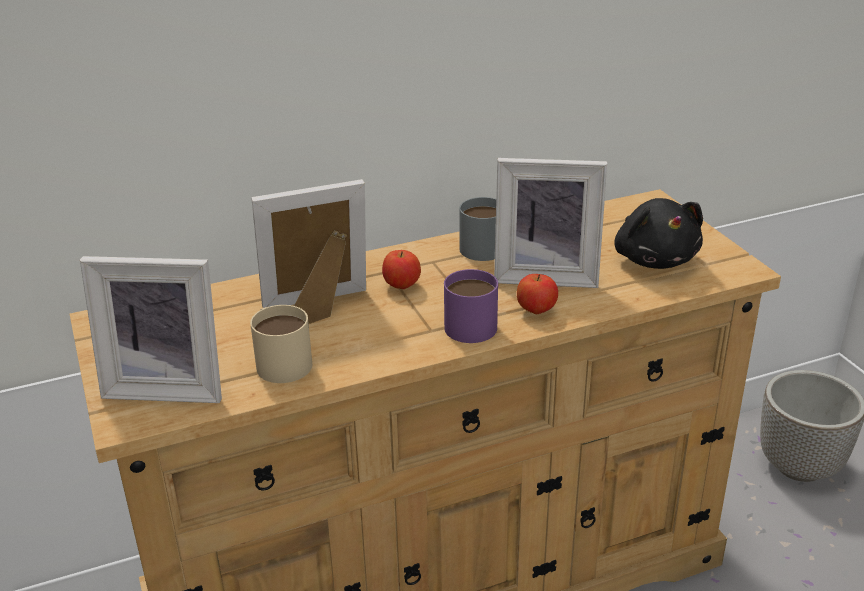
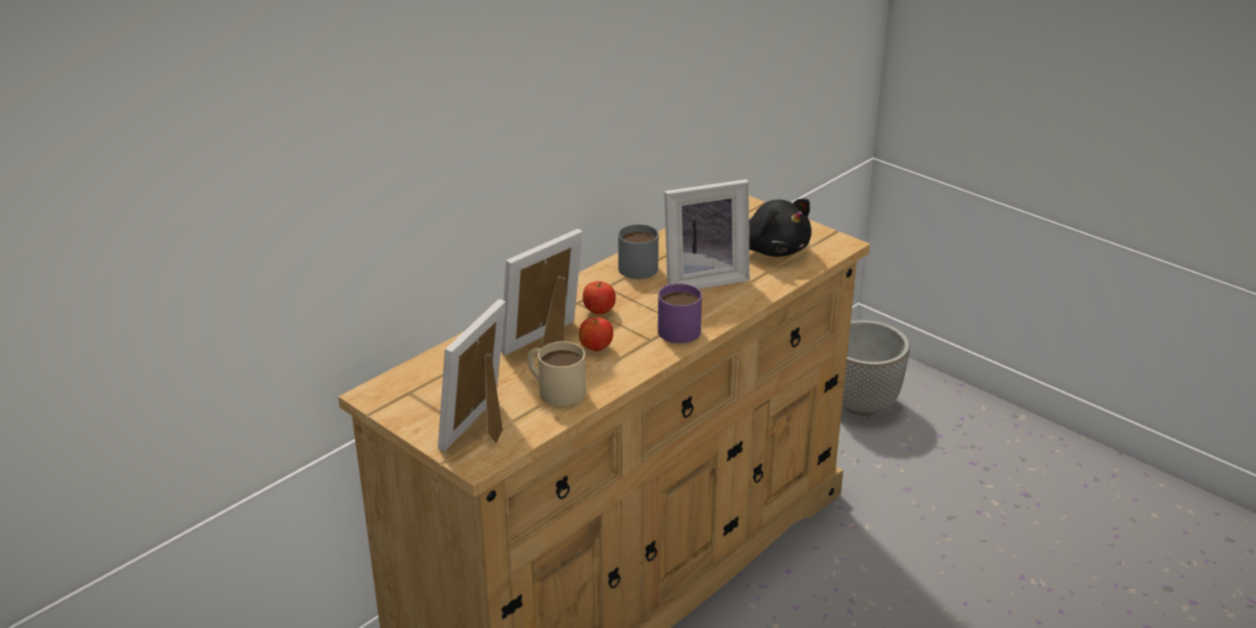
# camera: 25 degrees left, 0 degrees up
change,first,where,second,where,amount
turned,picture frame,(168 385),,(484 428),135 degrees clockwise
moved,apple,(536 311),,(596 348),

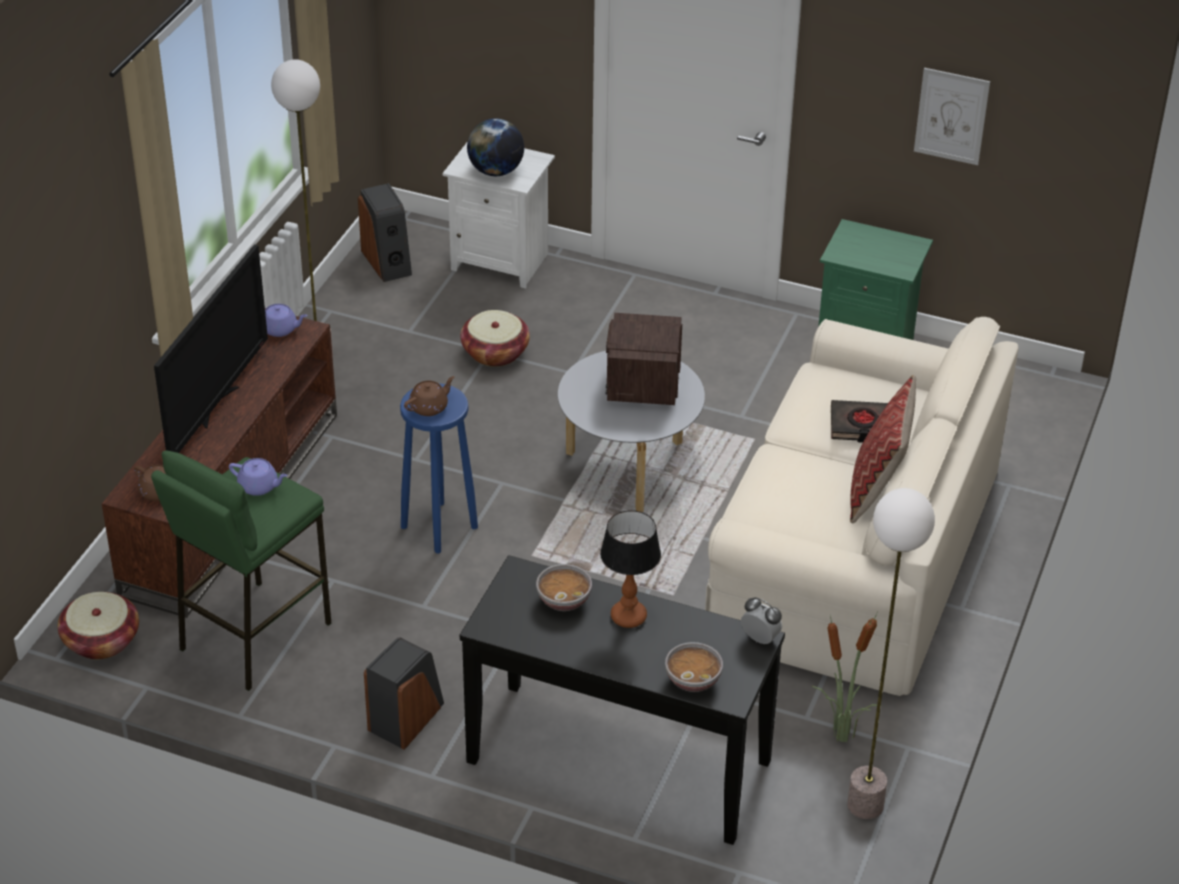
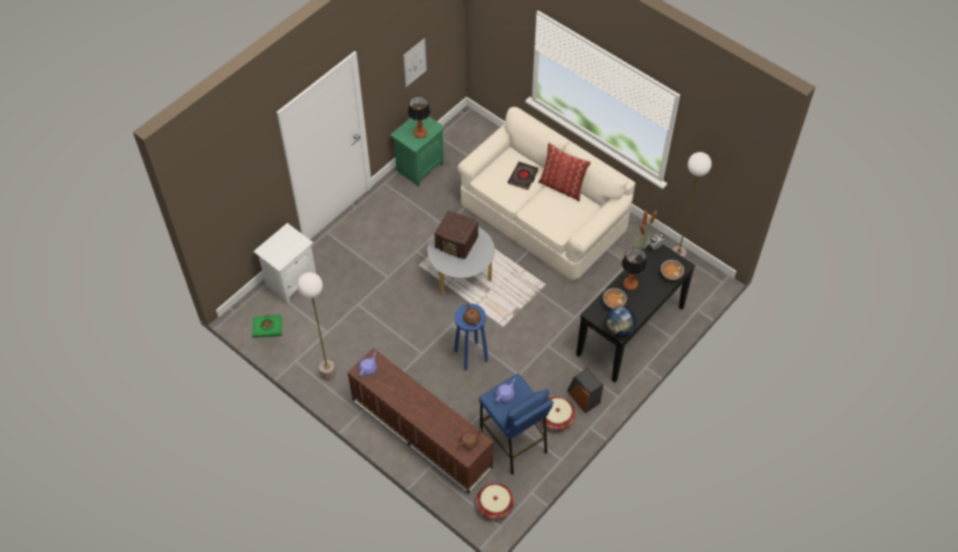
# camera: 70 degrees left, 15 degrees up
change,first,where,second,where,amount
moved,globe,(496 171),,(619 330),
replaced,speaker,(387 262),book/green,(267 327),
removed,television,(216 405),,,
moved,basket,(495 352),,(556 418),
recoloured,stool/green,(253 635),stool/blue,(513 443),
added,,,table lamp,(420 133),

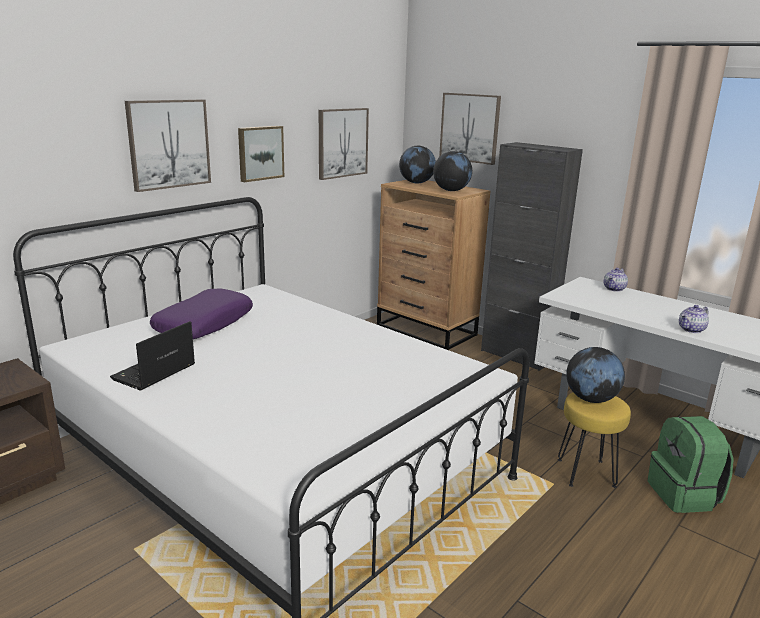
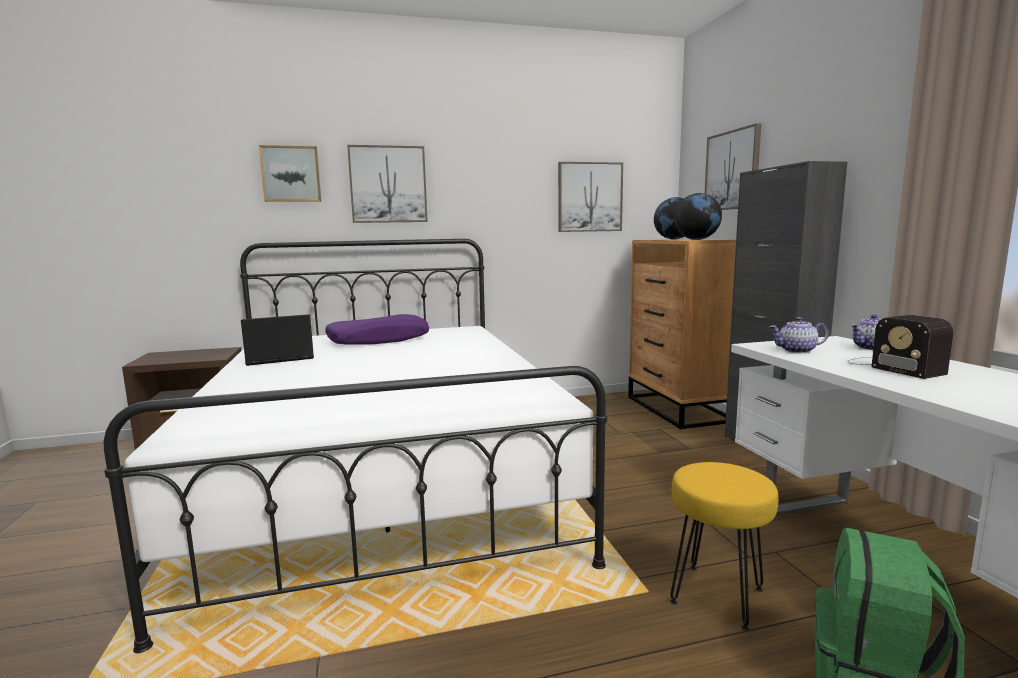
# camera: 35 degrees right, 10 degrees down
change,first,where,second,where,amount
moved,picture,(260 153),,(291 174),
moved,teapot,(691 330),,(797 351),
removed,globe,(591 399),,,
added,,,radio,(891 366),

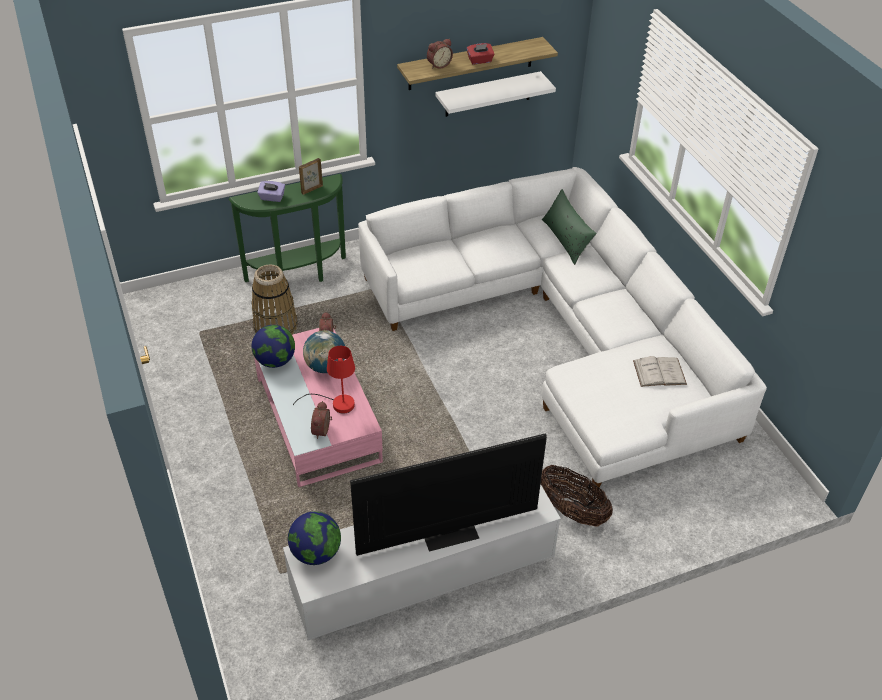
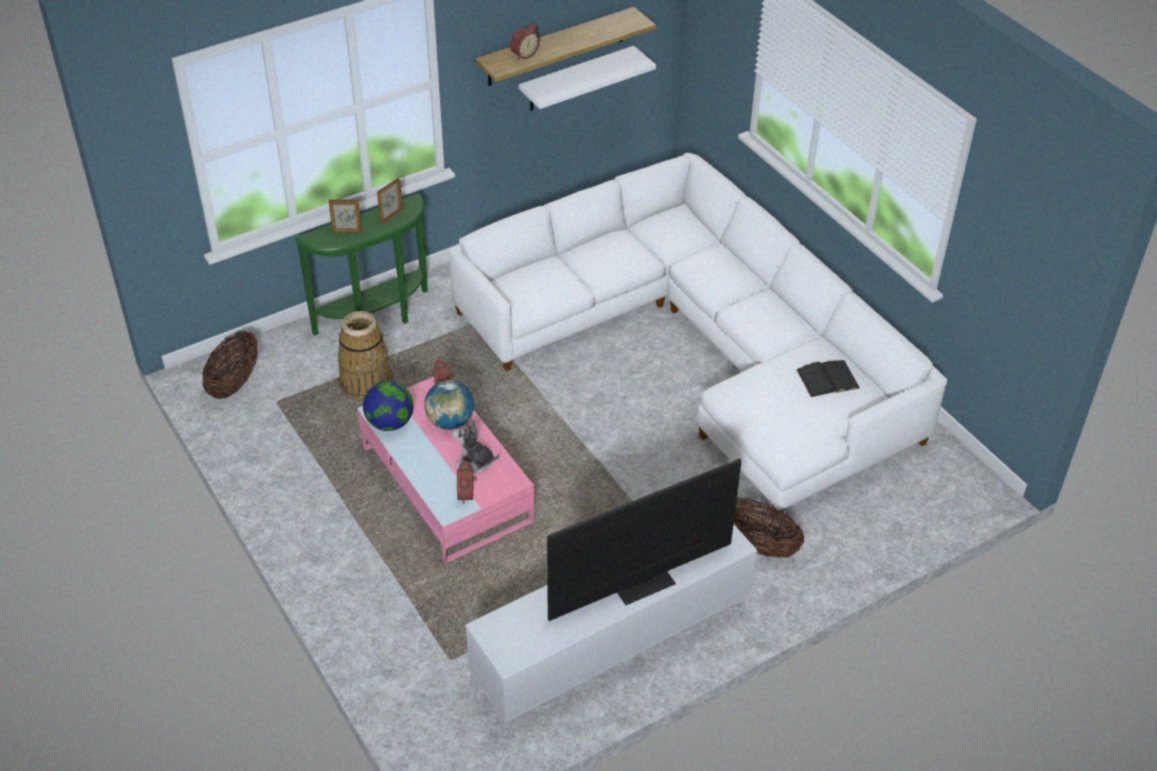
# camera: 10 degrees left, 0 degrees up
change,first,where,second,where,amount
removed,tissue box/red,(480 61),,,
replaced,tissue box/purple,(272 198),picture frame,(347 231),
removed,pillow/green,(566 239),,,
replaced,table lamp/red,(337 404),plush toy,(475 462),
recoloured,book/white,(659 372),book/black,(827 379),
removed,globe,(316 553),,,
added,,,basket,(234 383),

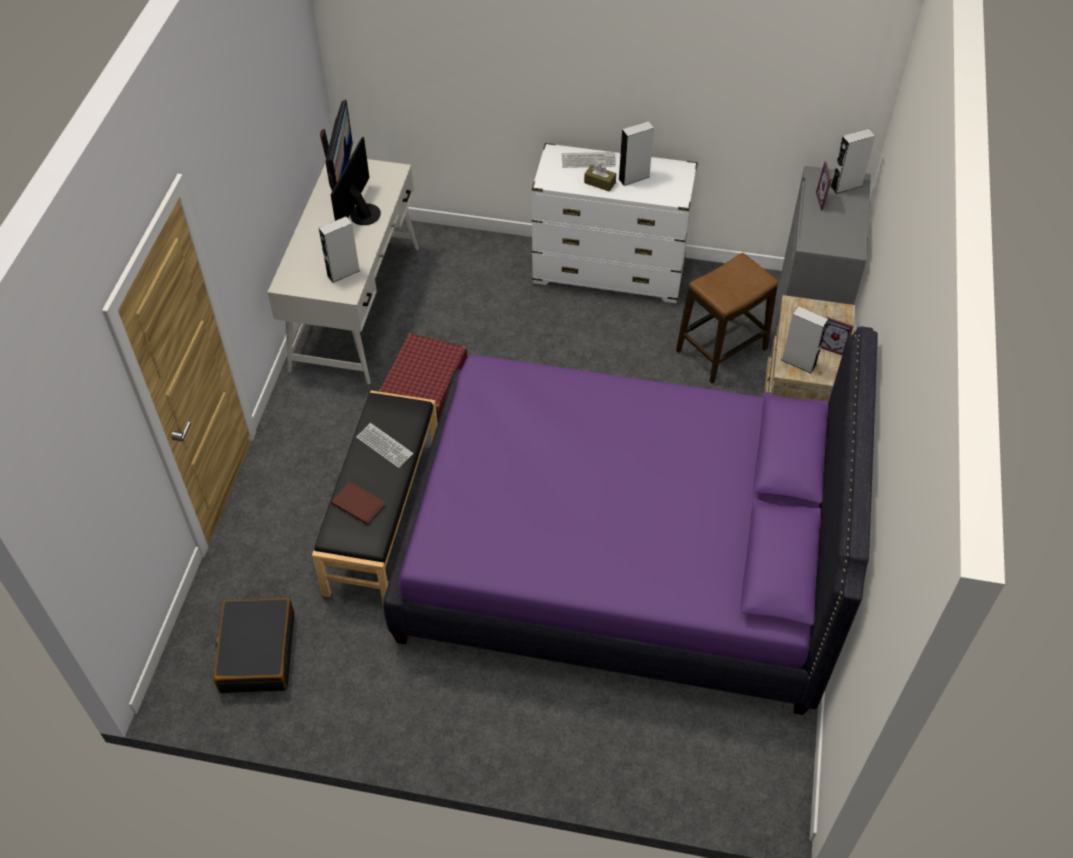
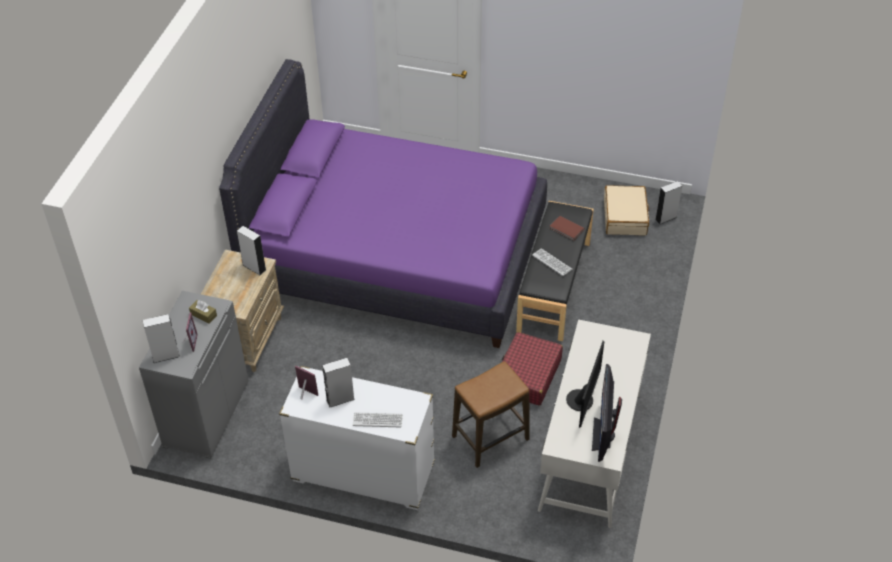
# camera: 175 degrees left, 5 degrees down
change,first,where,second,where,amount
moved,tissue box/brown,(599 183),,(203 315),
moved,speaker/grey,(343 273),,(666 218),
moved,stool,(721 350),,(490 438),
moved,picture frame,(833 346),,(305 395),
recoloured,suitcase/black,(257 652),suitcase/beige,(625 217),

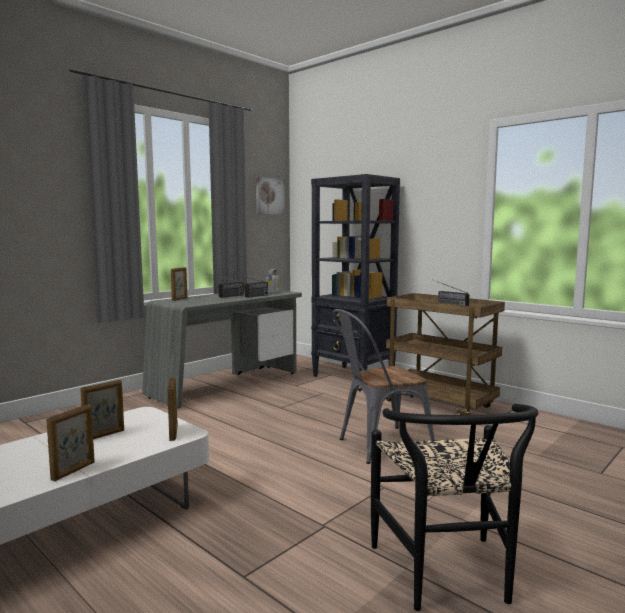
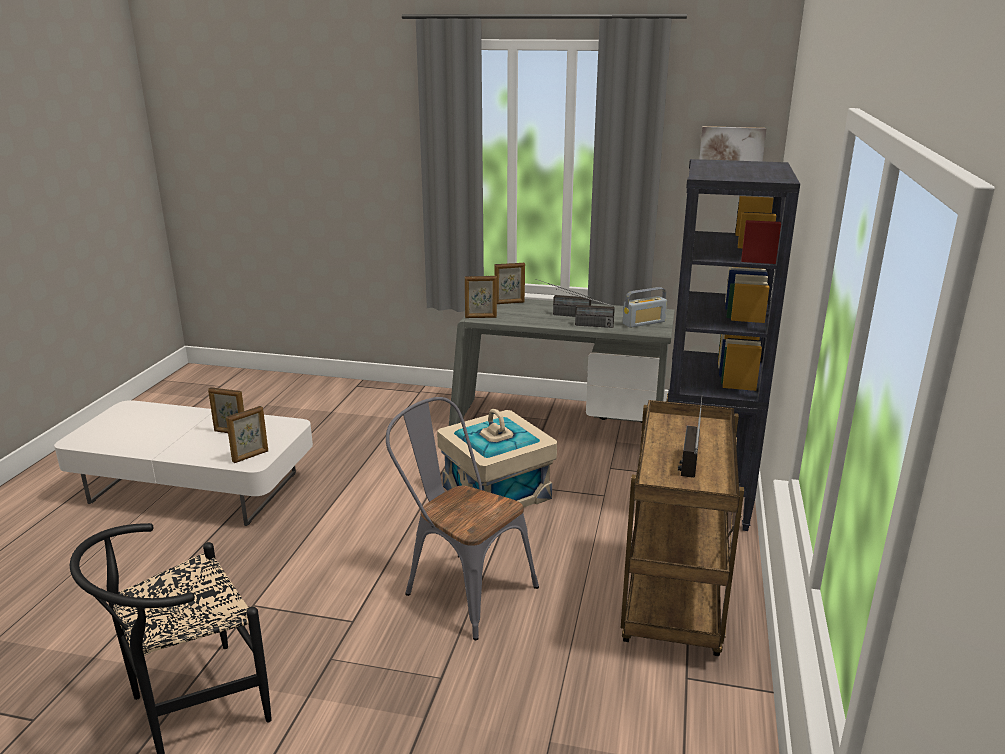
# camera: 60 degrees right, 15 degrees up
change,first,where,second,where,amount
moved,picture frame,(74 471),,(481 317),
added,,,storage box/beige,(497 492),

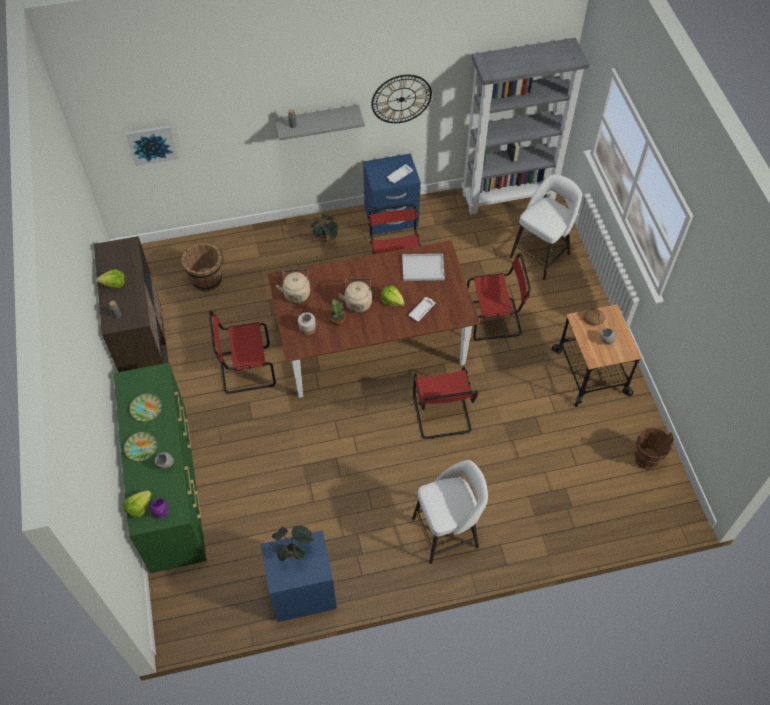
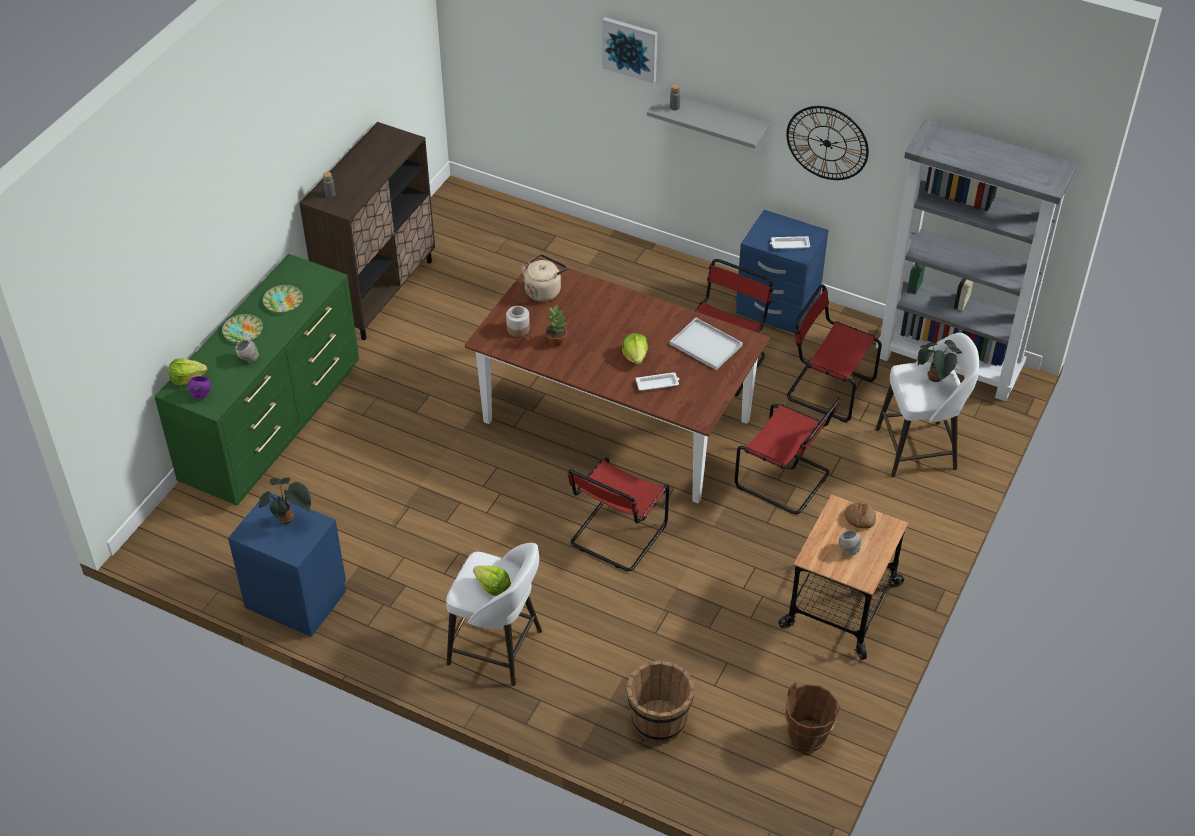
# camera: 40 degrees right, 10 degrees down
change,first,where,second,where,amount
moved,picture,(152 144),,(630 49),
moved,potted plant,(325 240),,(935 379),
moved,bucket/brown,(206 279),,(659 721),
moved,lettuce,(114 284),,(492 587),
removed,kettle/beige,(358 302),,,
moved,chair/red,(245 370),,(827 389),

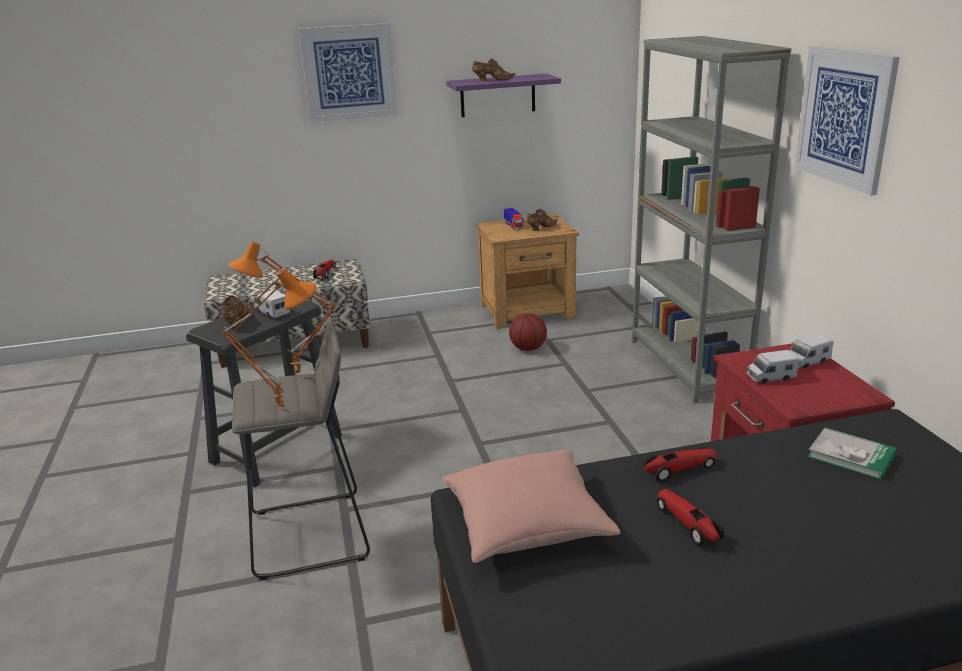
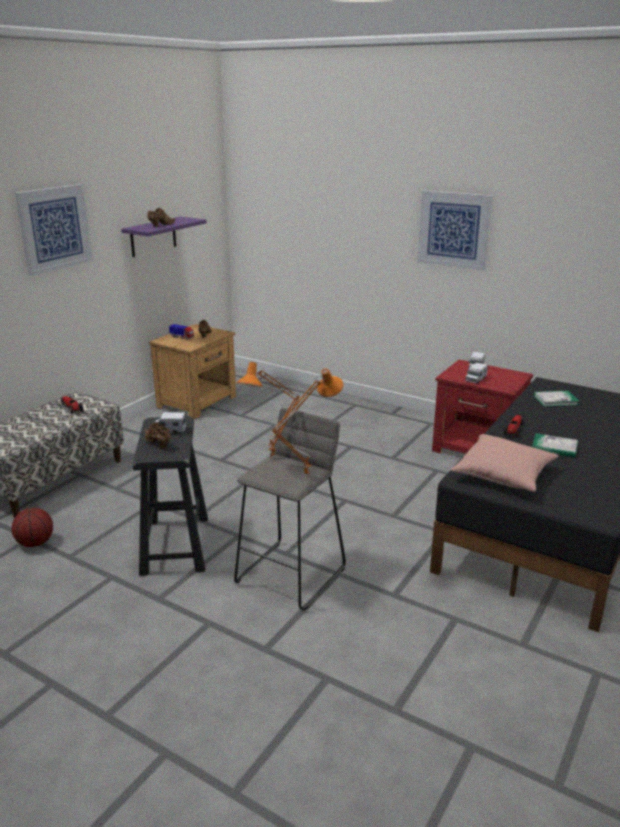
# camera: 45 degrees left, 0 degrees up
change,first,where,second,where,amount
removed,bookcase/grey,(687 365),,,
moved,basketball,(528 348),,(35 543),
replaced,toy car,(688 524),book,(554 447),

